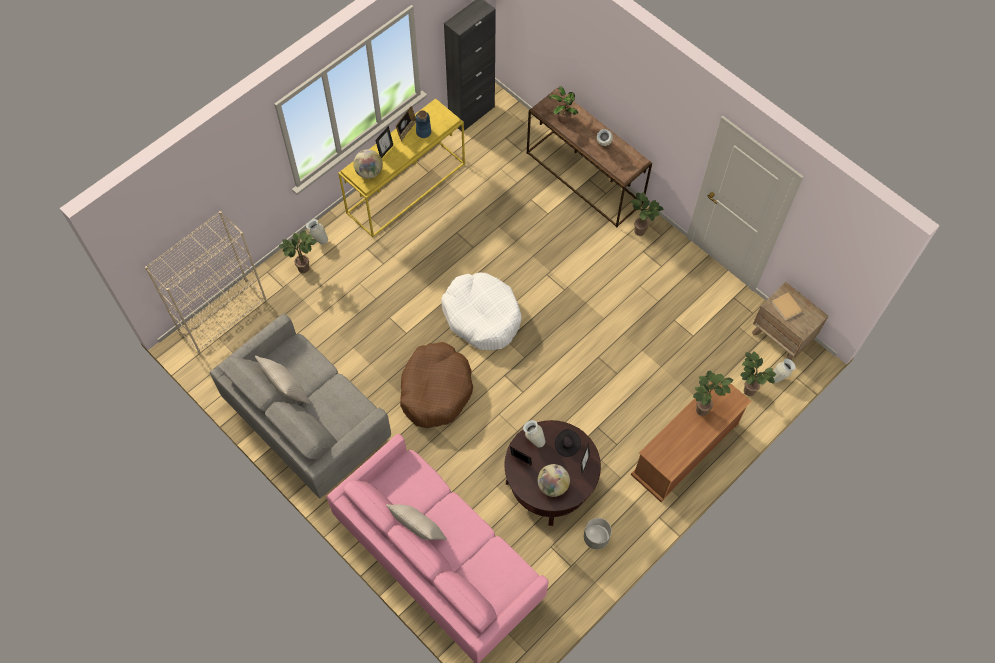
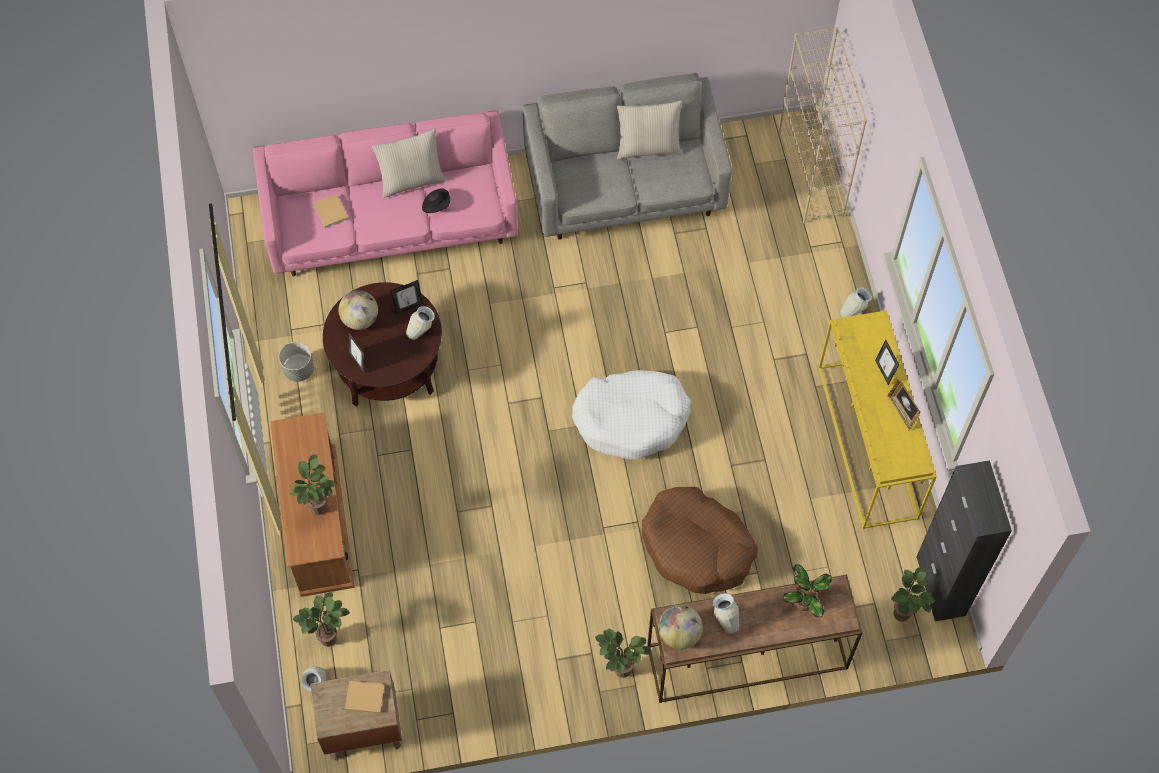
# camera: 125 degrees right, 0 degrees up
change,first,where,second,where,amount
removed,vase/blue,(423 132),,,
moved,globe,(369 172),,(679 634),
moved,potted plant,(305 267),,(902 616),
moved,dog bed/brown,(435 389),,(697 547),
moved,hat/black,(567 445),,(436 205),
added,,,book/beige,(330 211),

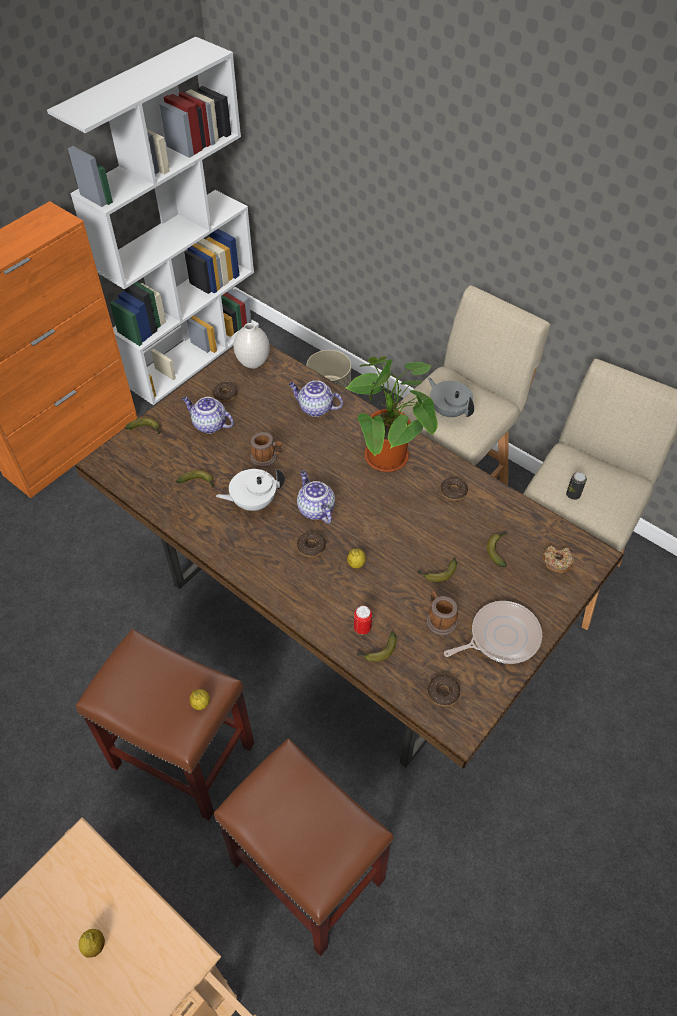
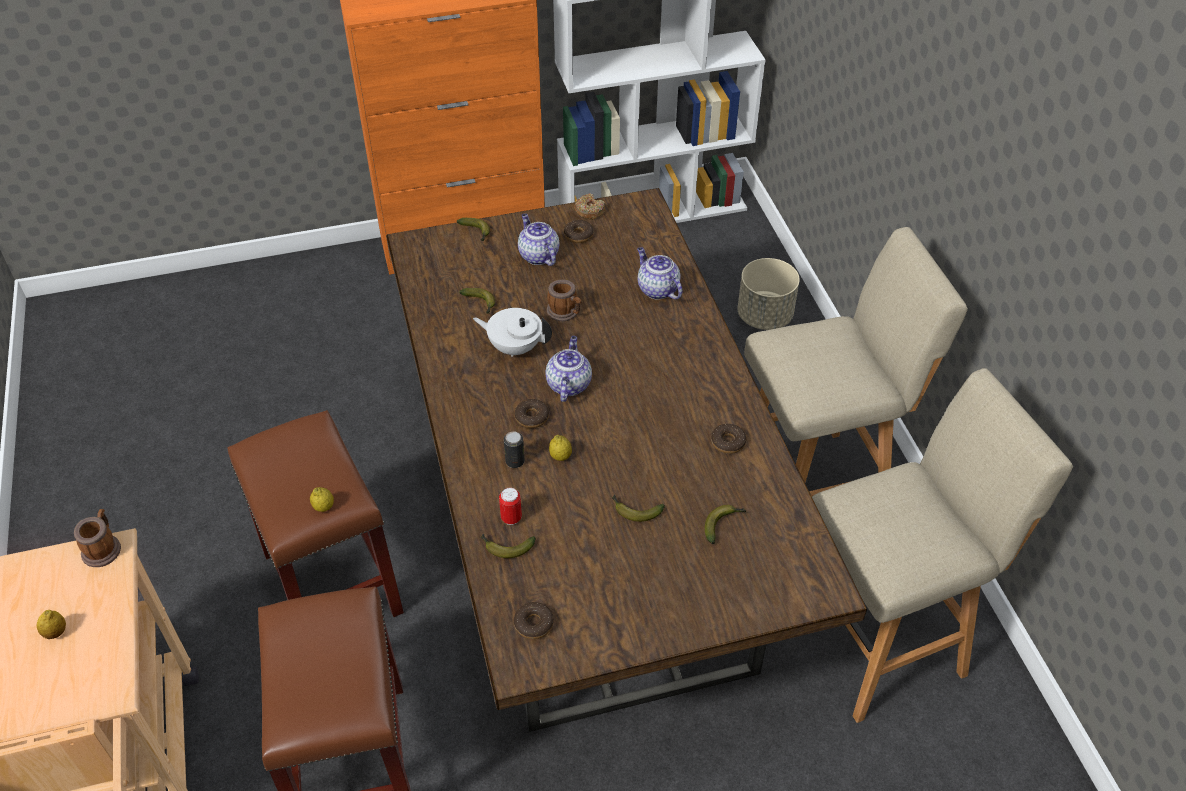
# camera: 35 degrees right, 5 degrees down
change,first,where,second,where,amount
removed,vase/white,(253 363),,,
removed,potted plant,(389 461),,,
removed,teapot/grey,(449 410),,,
moved,can,(573 494),,(515 461),
moved,donut,(557 562),,(589 211),
moved,mug,(439 619),,(103 548),
removed,frying pan,(501 637),,,

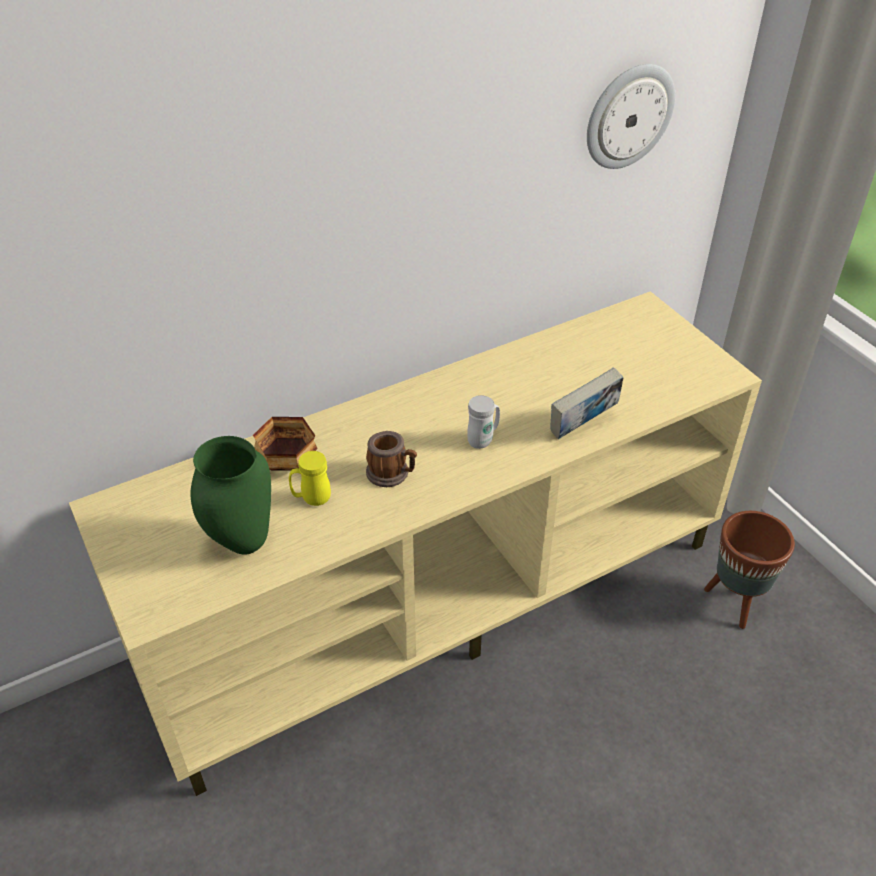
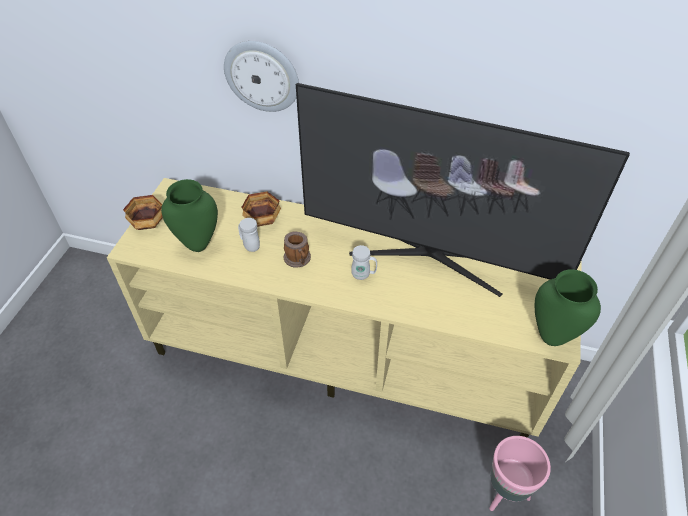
# camera: 45 degrees right, 5 degrees up
change,first,where,second,where,amount
moved,wall clock,(628 116),,(262 76),
removed,book,(582 427),,,
recoloured,mug/yellow,(311 499),mug/white,(249 245),
recoloured,planter/brown,(736 602),planter/pink,(505 493),
added,,,television,(428 256),
added,,,bowl,(148 224),
added,,,vase/green,(552 335),

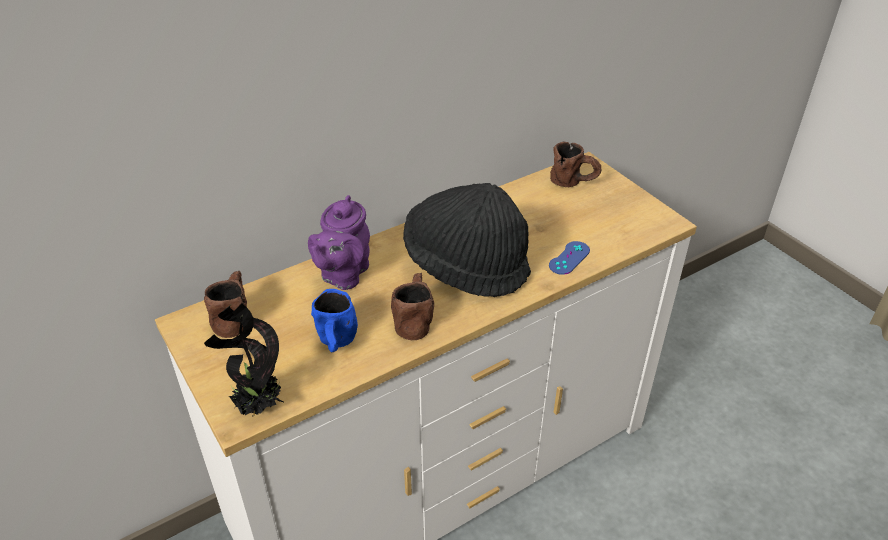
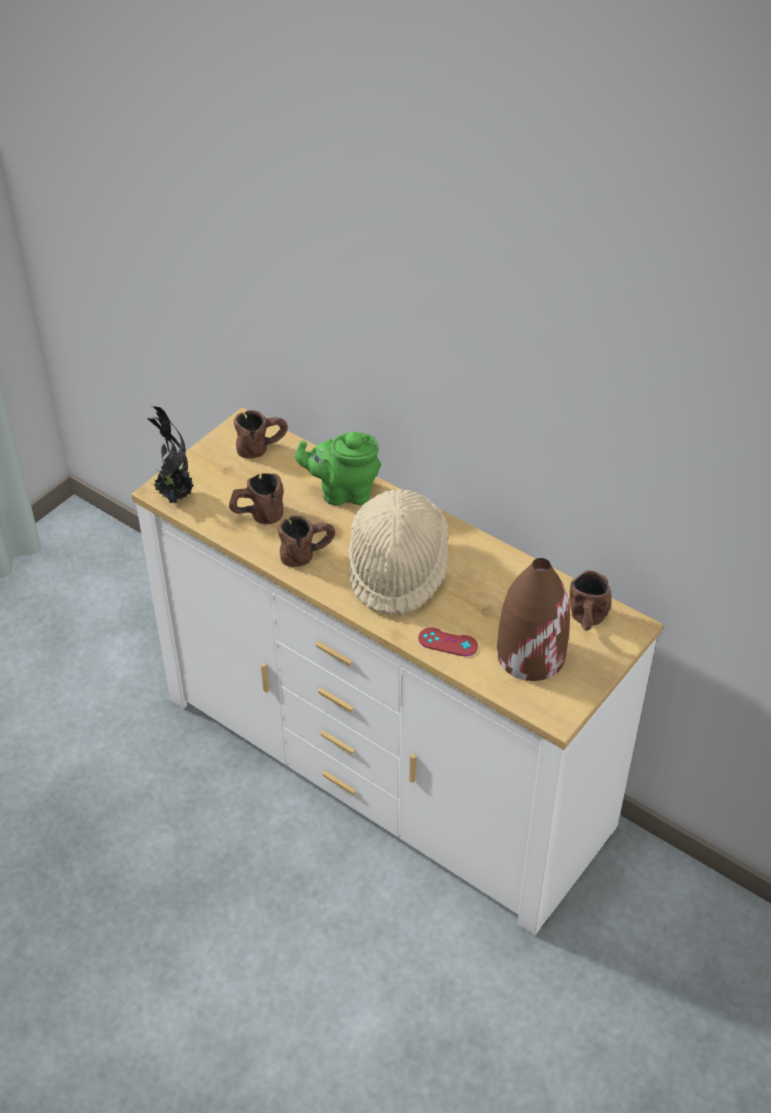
# camera: 70 degrees right, 5 degrees up
change,first,where,second,where,amount
recoloured,hat/black,(466 265),hat/beige,(397 569),
recoloured,teapot/purple,(343 275),teapot/green,(343 492),
recoloured,game controller/blue,(569 258),game controller/red,(448 642),
recoloured,mug/blue,(336 344),mug/brown,(257 516),
added,,,vase/brown,(530 655),

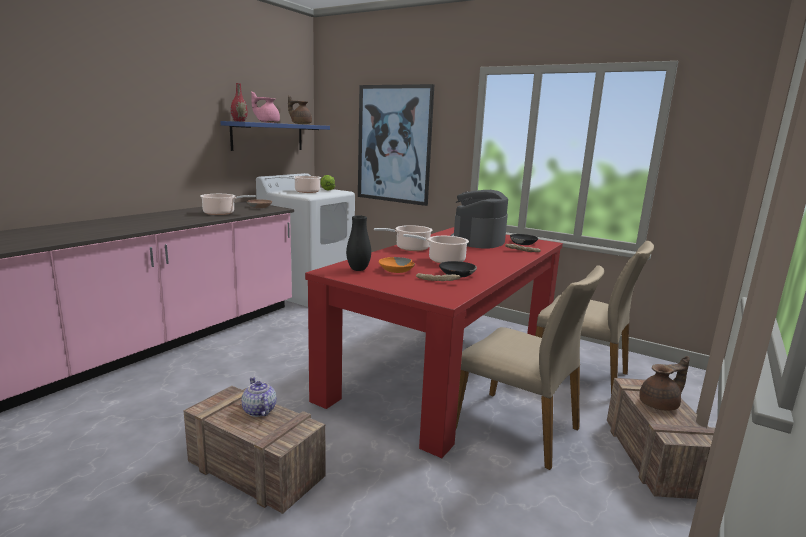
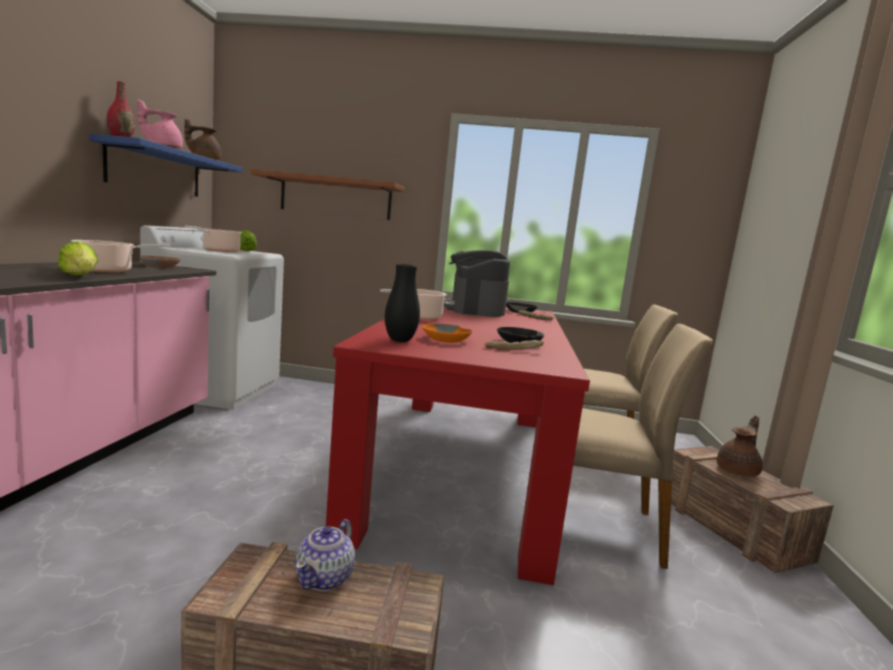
# camera: 25 degrees left, 5 degrees down
change,first,where,second,where,amount
replaced,picture,(394 144),shelf/brown,(335 197),
removed,cooking pot,(443 260),,,
turned,teapot,(259 411),,(325 577),105 degrees counterclockwise
added,,,lettuce,(80 277),

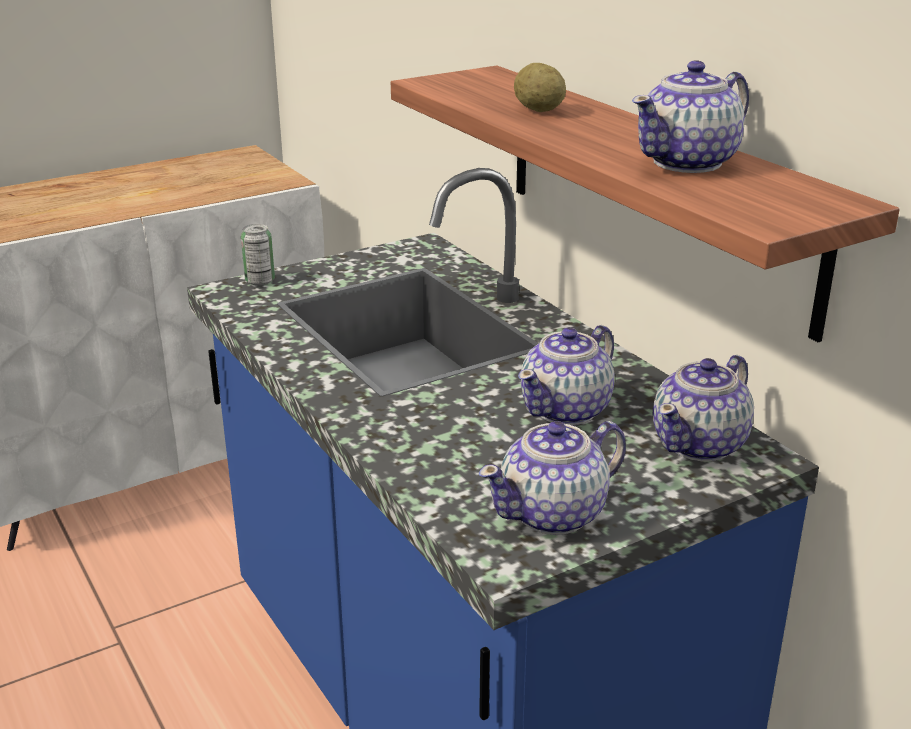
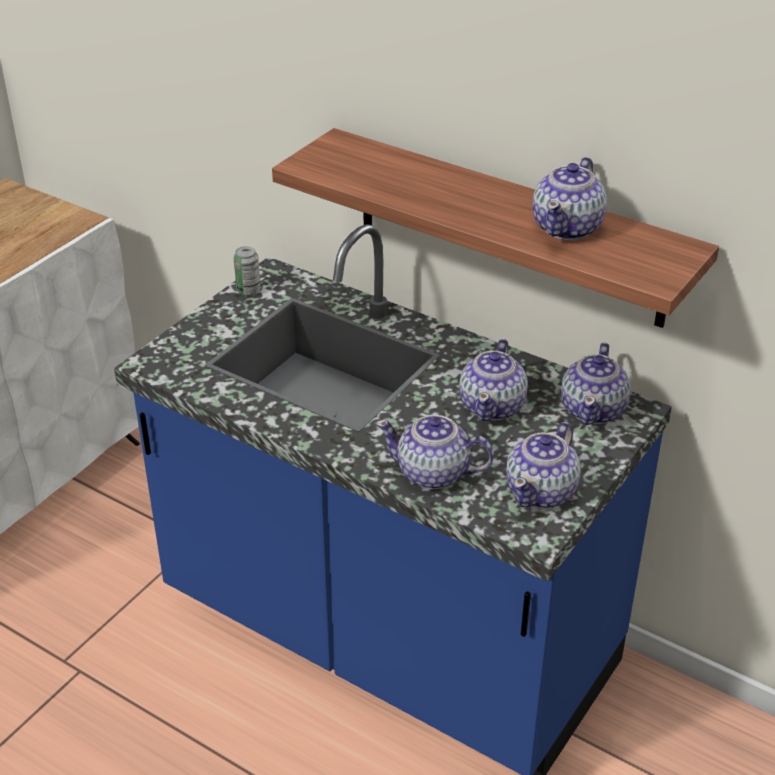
# camera: 25 degrees left, 10 degrees up
change,first,where,second,where,amount
removed,potato,(538 110),,,
moved,can,(260 281),,(248 290),
added,,,teapot,(433 474),

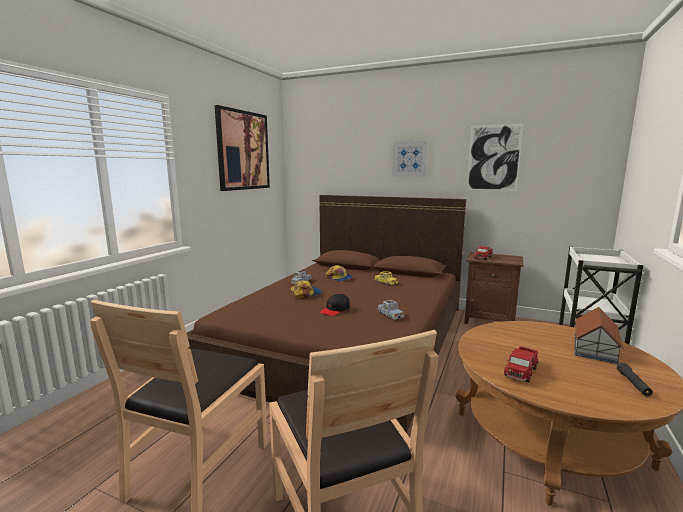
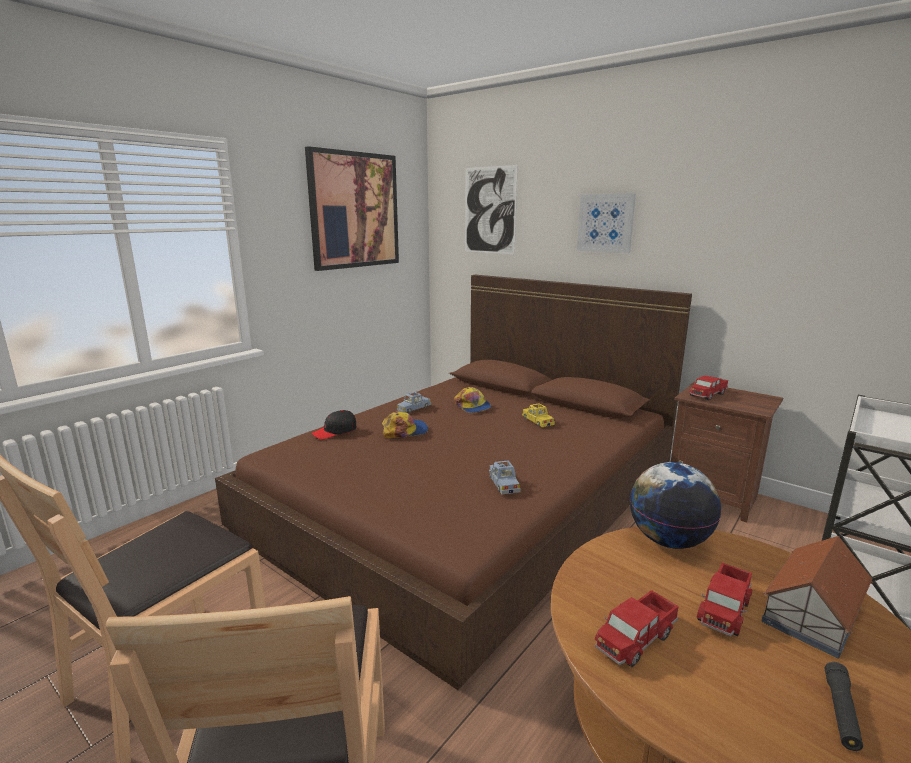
# camera: 15 degrees right, 5 degrees up
change,first,where,second,where,amount
moved,picture,(493 158),,(489 210),
moved,cap/black,(335 310),,(335 431),
added,,,globe,(668 540),
added,,,toy truck,(724 609),

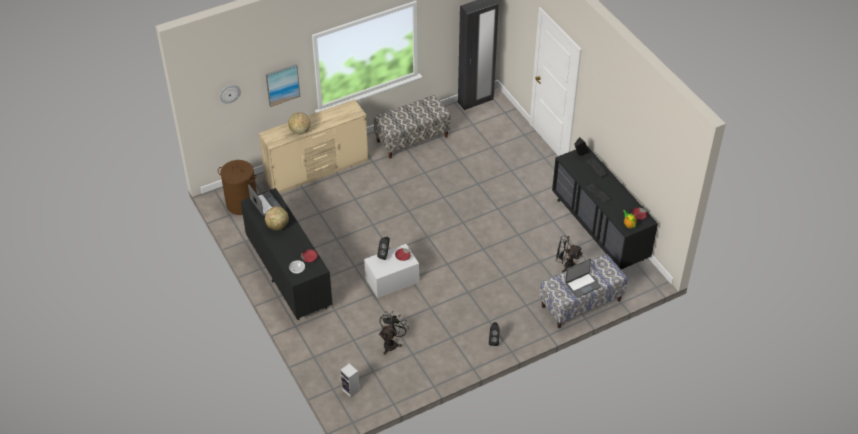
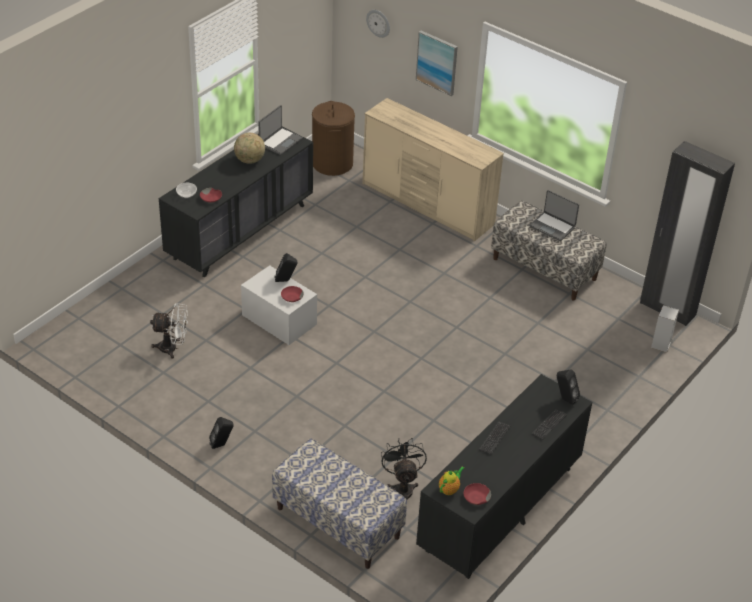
# camera: 65 degrees right, 5 degrees down
change,first,where,second,where,amount
removed,globe,(300 131),,,
moved,laptop,(582 285),,(552 227),
recoloured,fan/black,(391 343),fan/white,(172 348),
moved,speaker,(351 390),,(661 345),

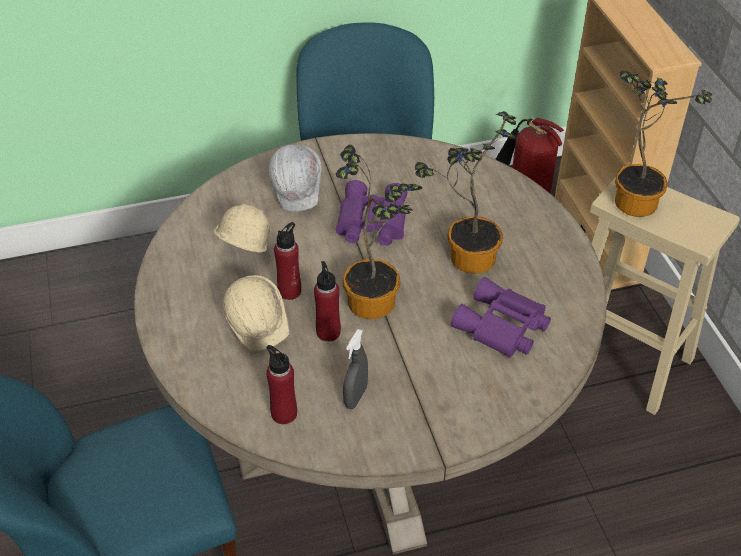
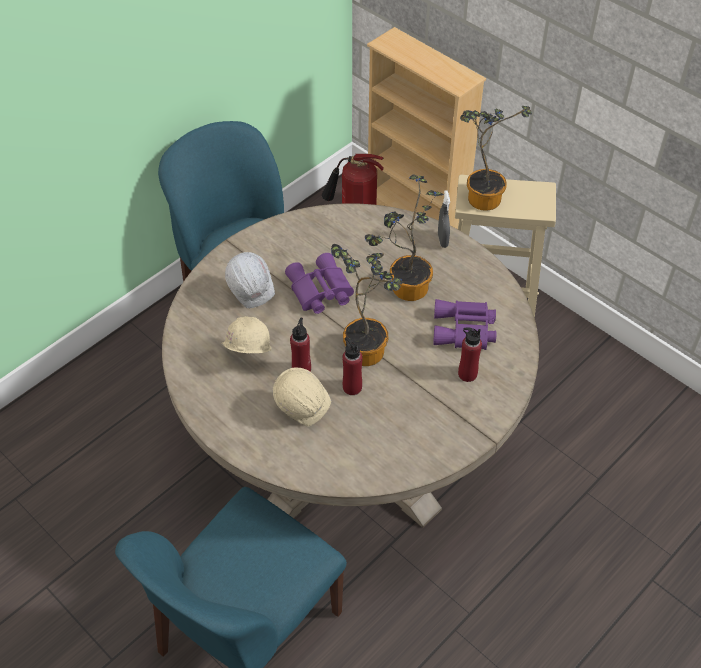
# camera: 30 degrees left, 5 degrees up
change,first,where,second,where,amount
moved,spray bottle/grey,(355 397),,(442 240),
moved,bottle/red,(284 413),,(467 374),

